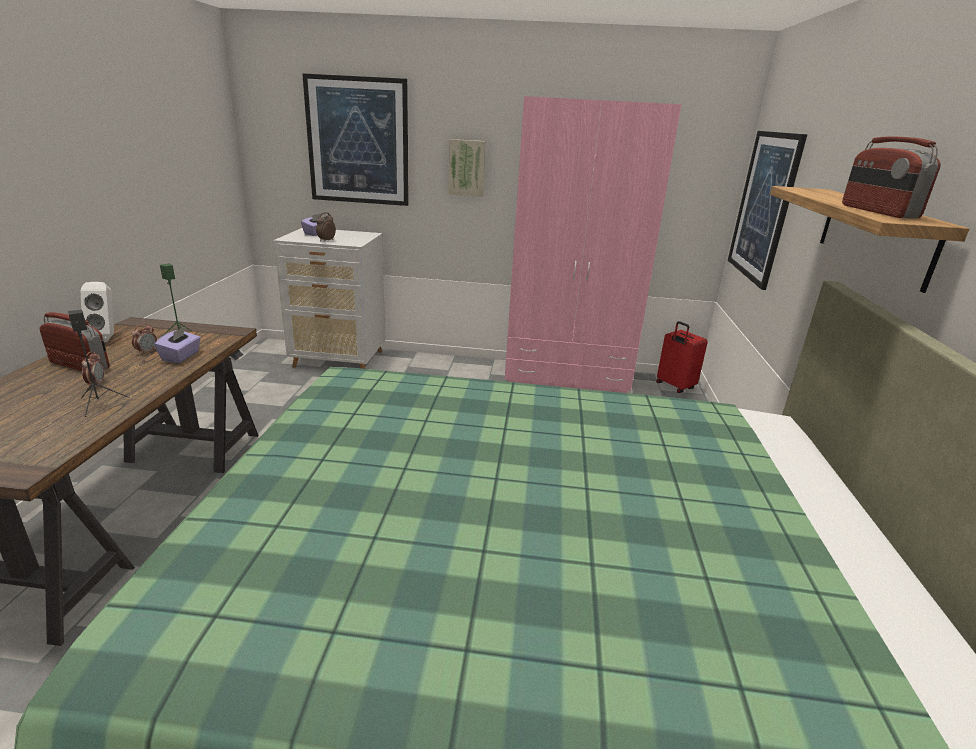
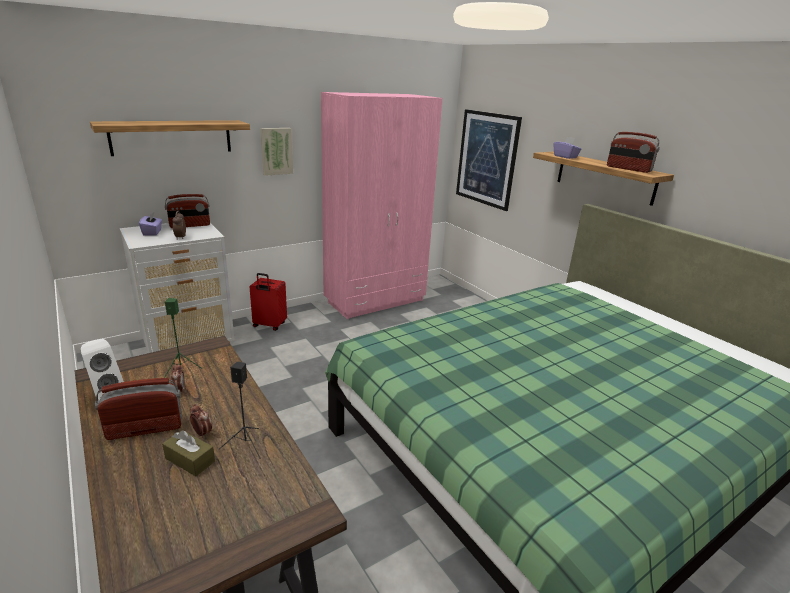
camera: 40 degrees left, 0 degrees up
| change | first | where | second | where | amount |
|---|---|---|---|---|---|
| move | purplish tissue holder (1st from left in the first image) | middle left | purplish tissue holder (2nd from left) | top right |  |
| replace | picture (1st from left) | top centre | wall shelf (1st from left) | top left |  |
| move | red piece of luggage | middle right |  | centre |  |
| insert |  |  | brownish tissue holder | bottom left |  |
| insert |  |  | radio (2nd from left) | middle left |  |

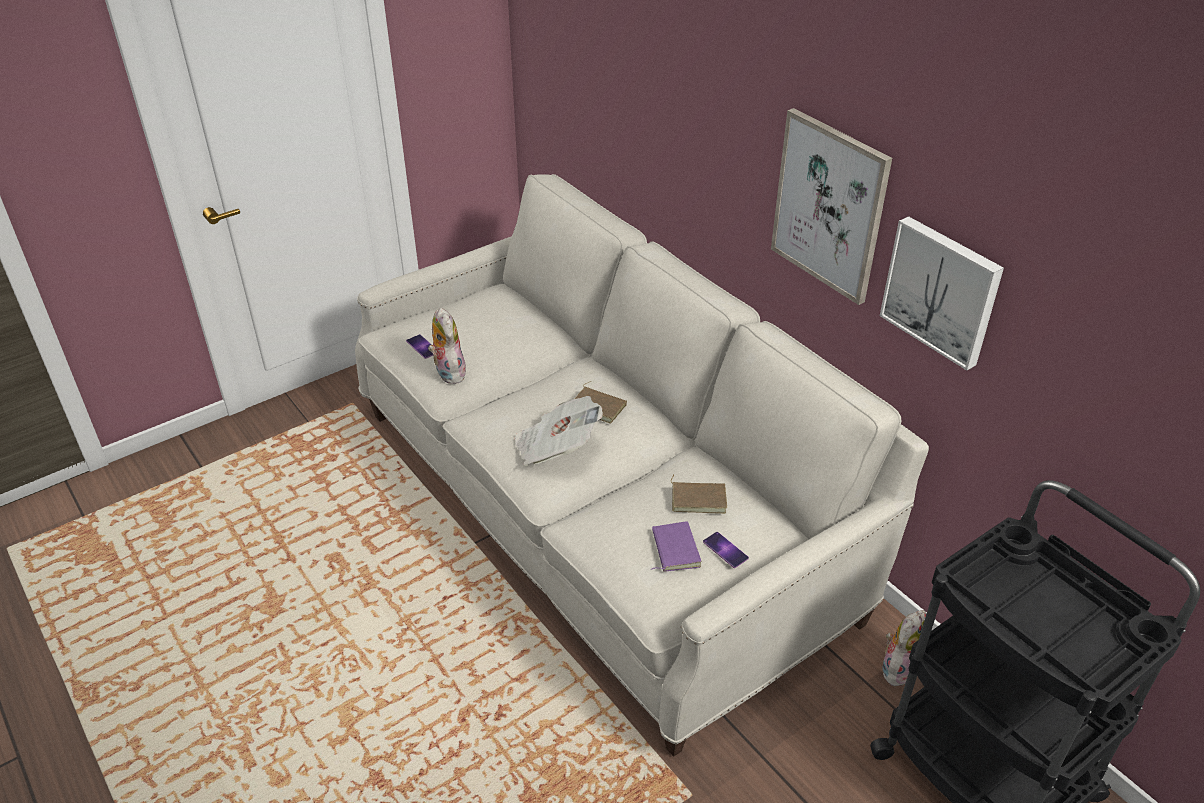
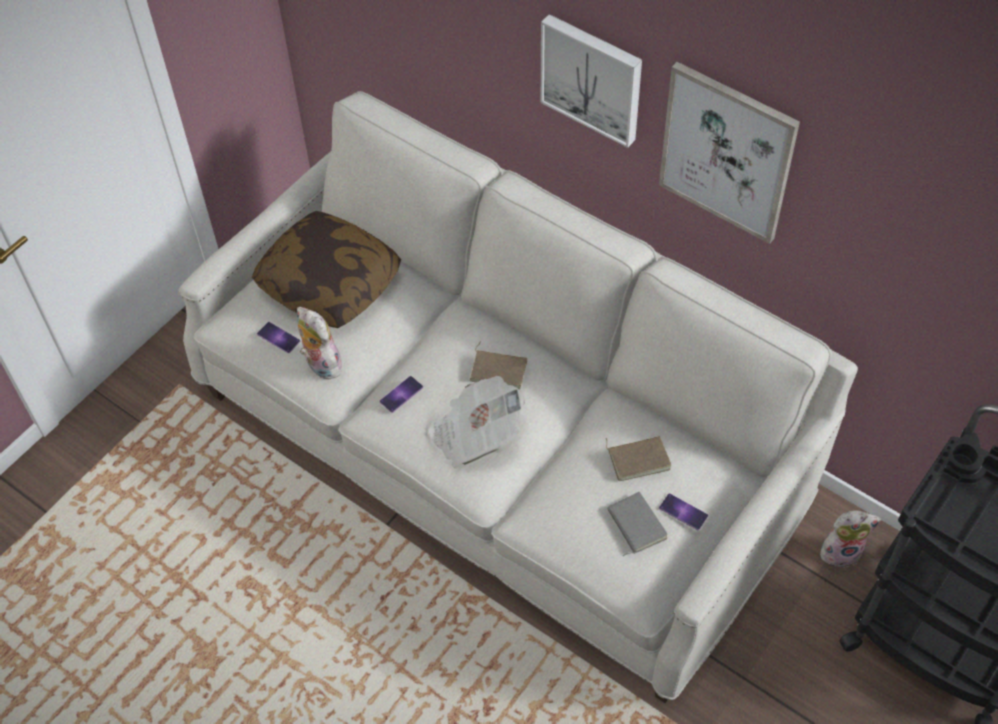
camera: 15 degrees left, 15 degrees up
| change | first | where | second | where | amount |
|---|---|---|---|---|---|
| recolor | purplish bound book | bottom centre | gray bound book | bottom centre |  |
| move | picture (2nd from left in the first image) | middle right | picture (1st from left) | top centre |  |
| rotate | soft toy (2nd from left) | bottom right |  | bottom right | 60 degrees clockwise |
| insert |  |  | throw pillow | middle left |  |
| insert |  |  | handset (2nd from left) | centre |  |

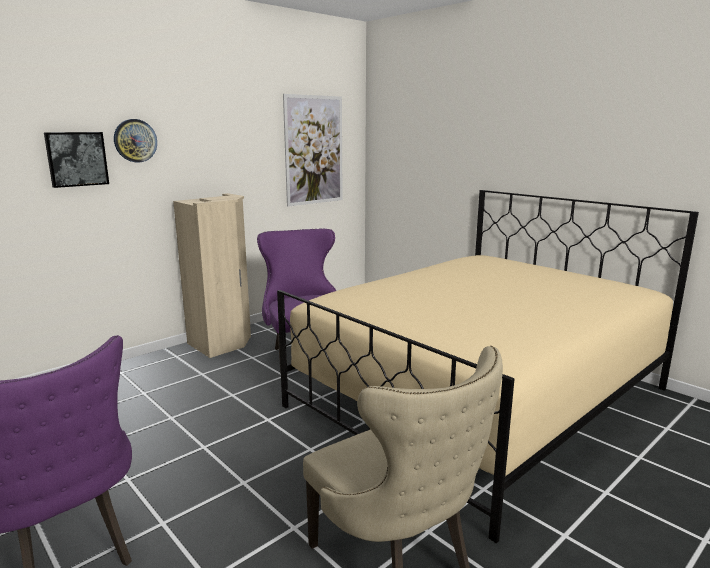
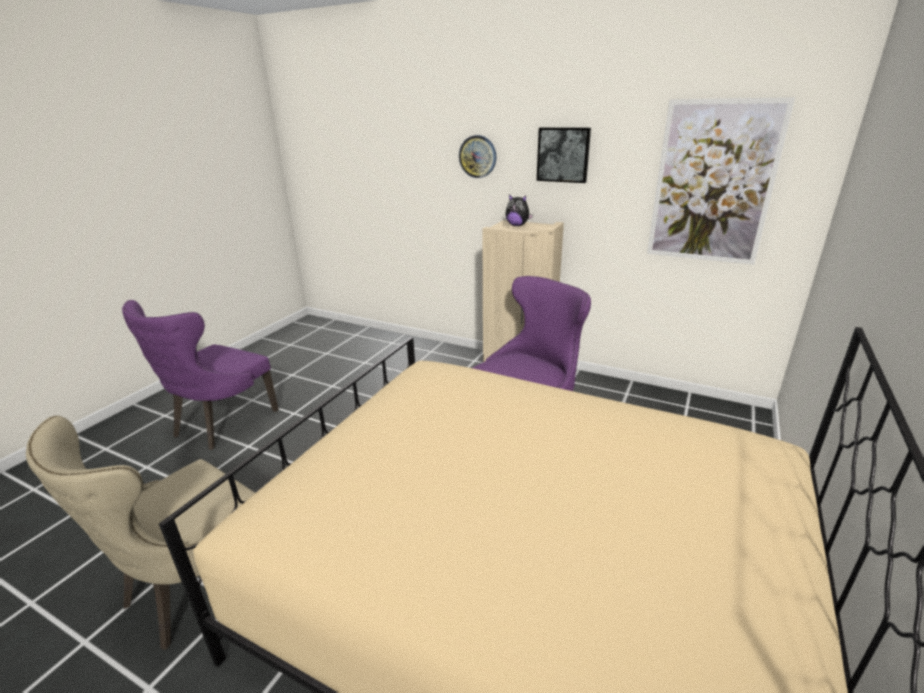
camera: 70 degrees right, 10 degrees up
| change | first | where | second | where | amount |
|---|---|---|---|---|---|
| move | picture (1st from left) | top left |  | top centre |  |
| insert |  |  | soft toy | top centre |  |

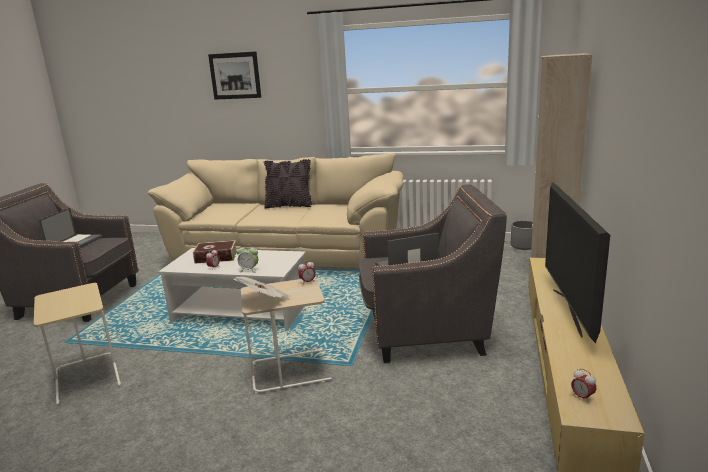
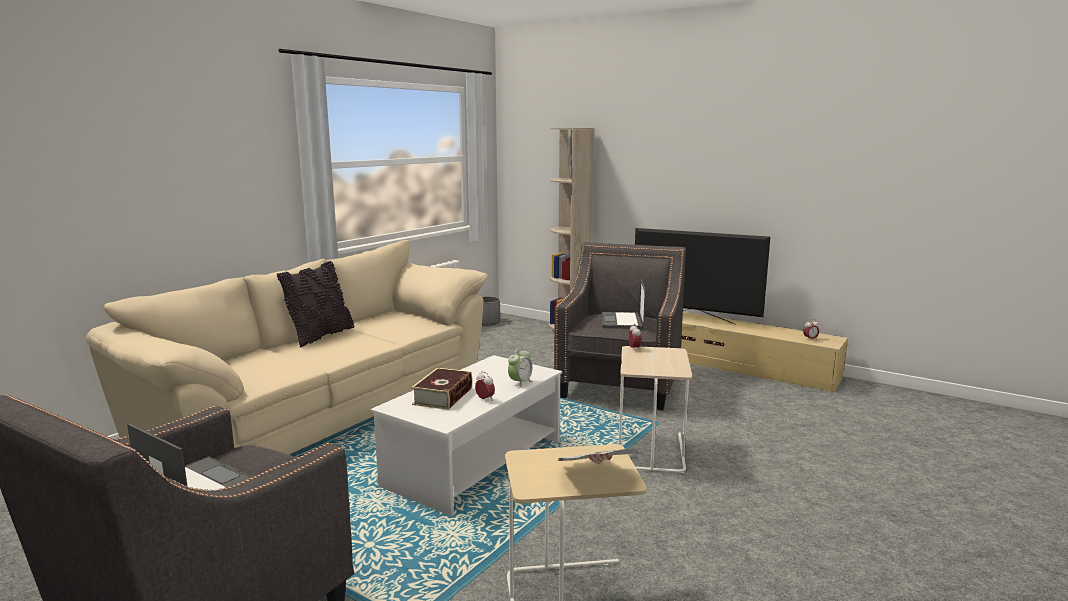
camera: 70 degrees left, 5 degrees down
| change | first | where | second | where | amount |
|---|---|---|---|---|---|
| delete | picture | top left |  |  |  |
| move | printed paper | centre |  | bottom centre |  |

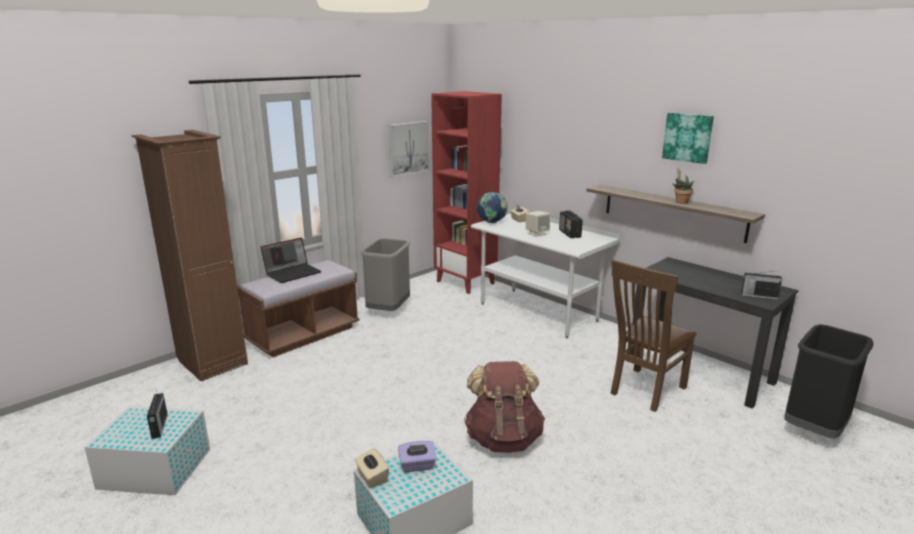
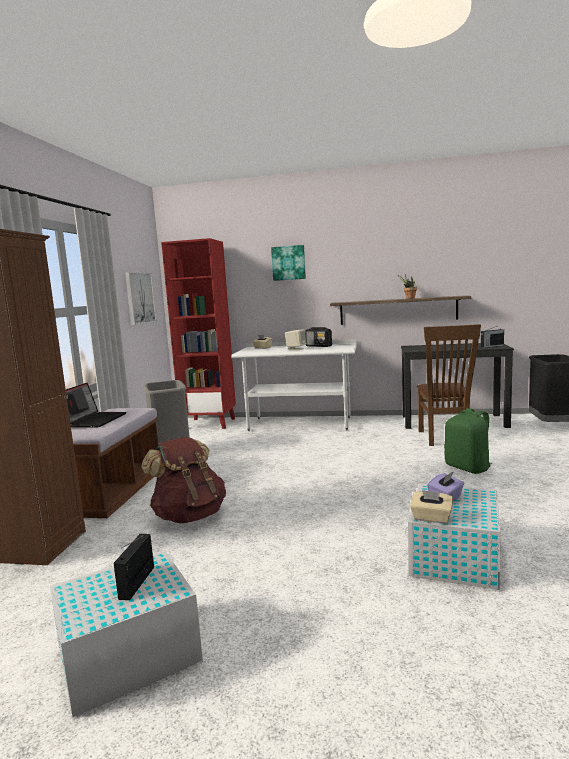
camera: 35 degrees left, 10 degrees down
| change | first | where | second | where | amount |
|---|---|---|---|---|---|
| rotate | radio (1st from left) | bottom left |  | bottom left | 120 degrees counterclockwise |
| move | brownish backpack | bottom centre |  | middle left |  |
| delete | world globe | centre |  |  |  |
| move | picture (2nd from left) | top right |  | centre |  |
| insert |  |  | green backpack | middle right |  |

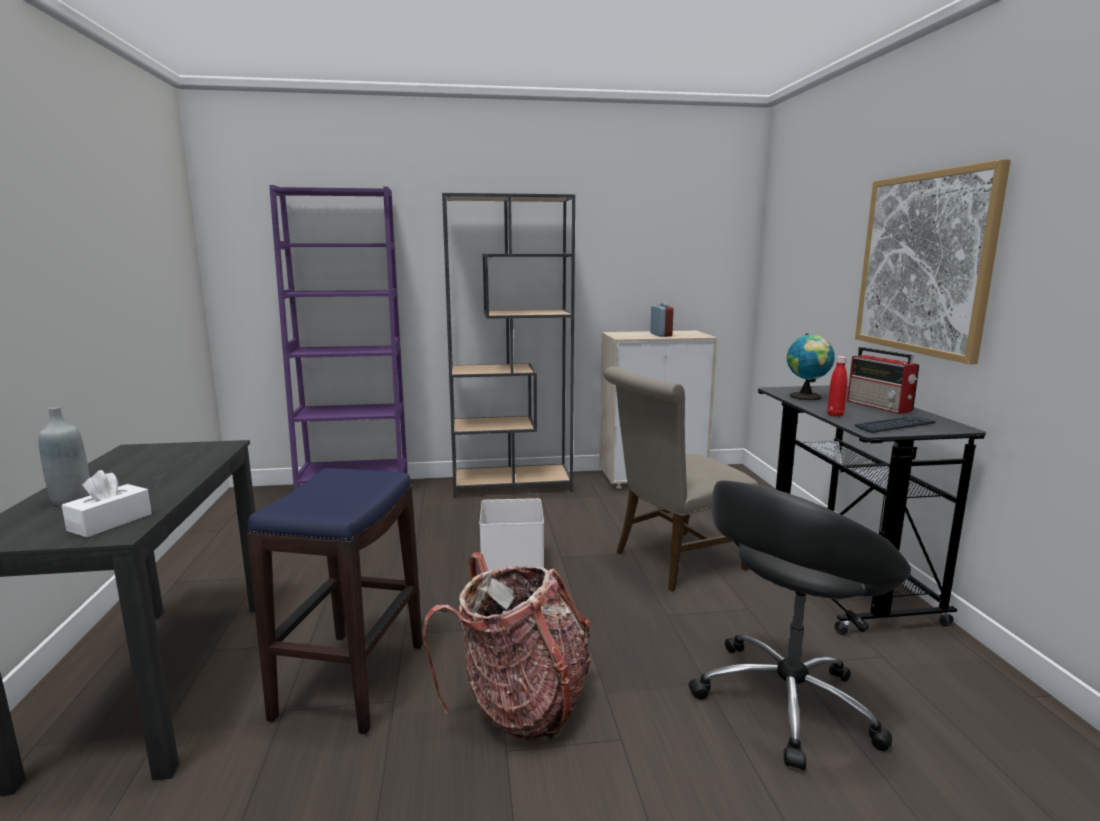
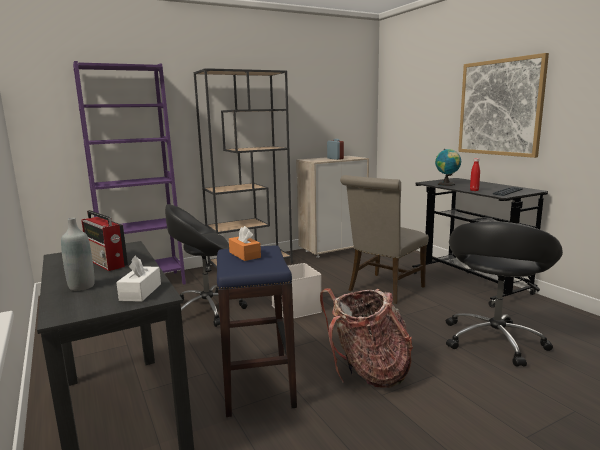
camera: 20 degrees left, 0 degrees up
| change | first | where | second | where | amount |
|---|---|---|---|---|---|
| move | radio | middle right |  | middle left |  |
| insert |  |  | blackish desk chair (1st from left) | centre |  |
| insert |  |  | orange tissue holder | centre |  |

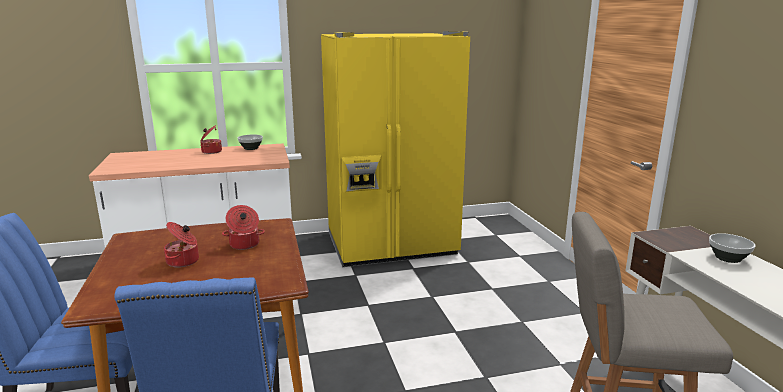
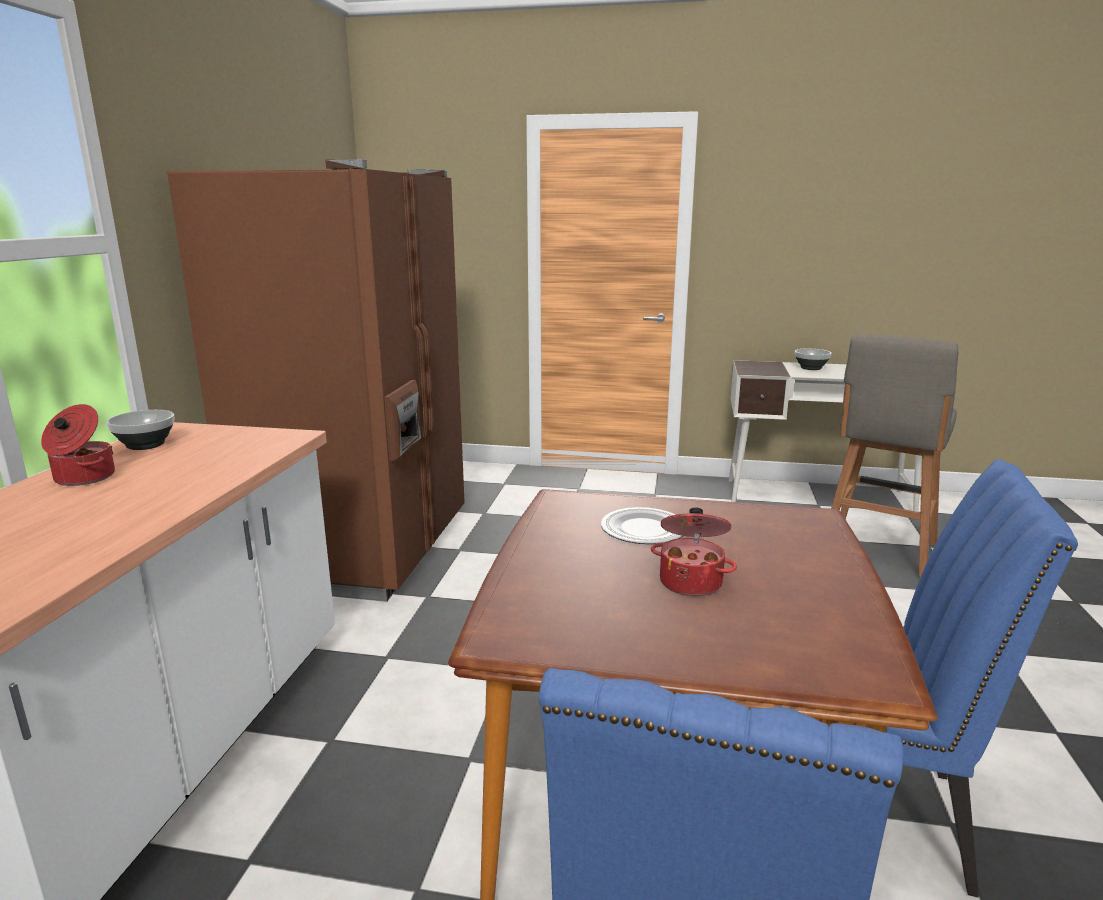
camera: 65 degrees left, 0 degrees up
| change | first | where | second | where | amount |
|---|---|---|---|---|---|
| replace | cooking pot (3rd from left) | middle left | plate | centre |  |
| recolor | yellowish kitchen fridge | centre | brownish kitchen fridge | middle left |  |

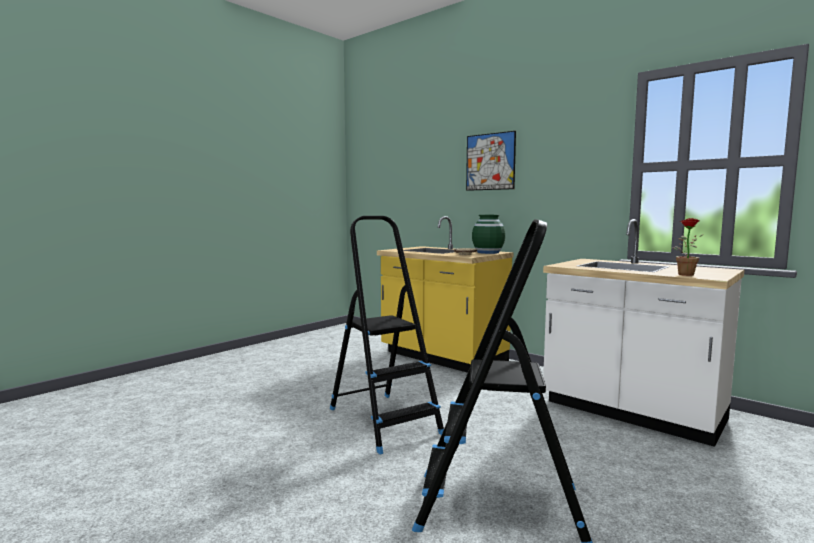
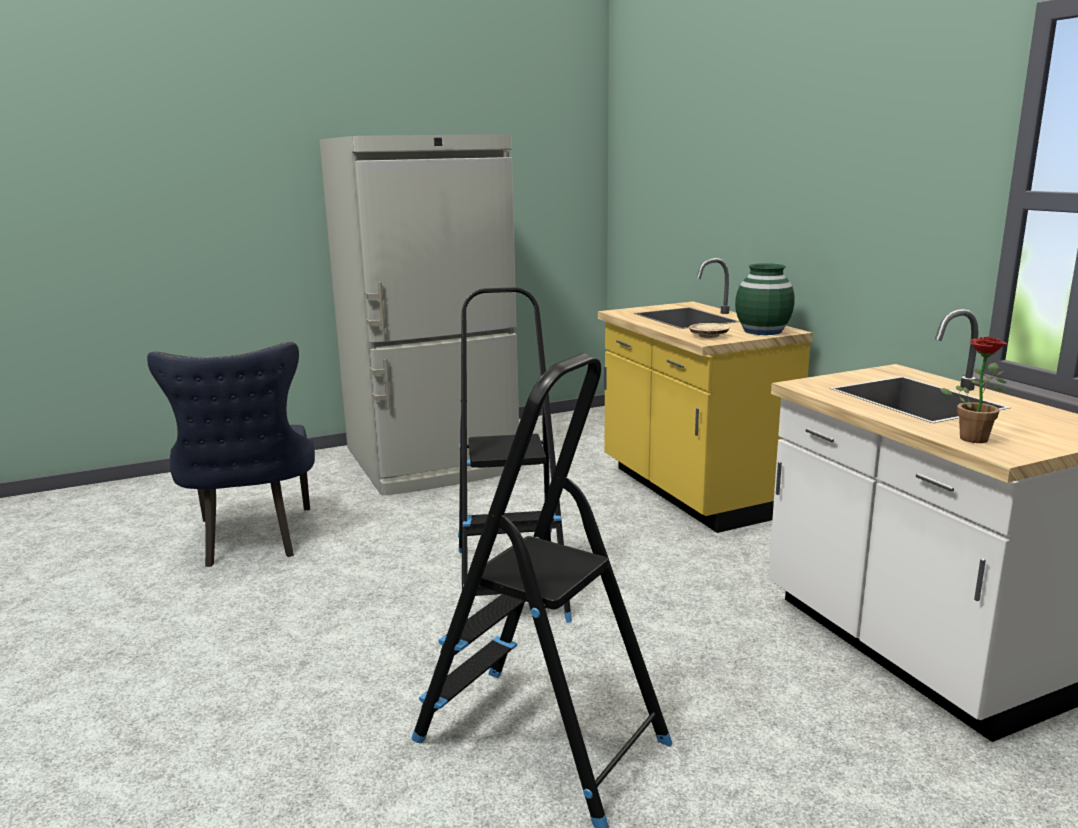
camera: 25 degrees right, 10 degrees up
| change | first | where | second | where | amount |
|---|---|---|---|---|---|
| delete | picture | top centre |  |  |  |
| insert |  |  | blue-coloured upright chair | middle left |  |
| insert |  |  | whitish kitchen fridge | centre |  |

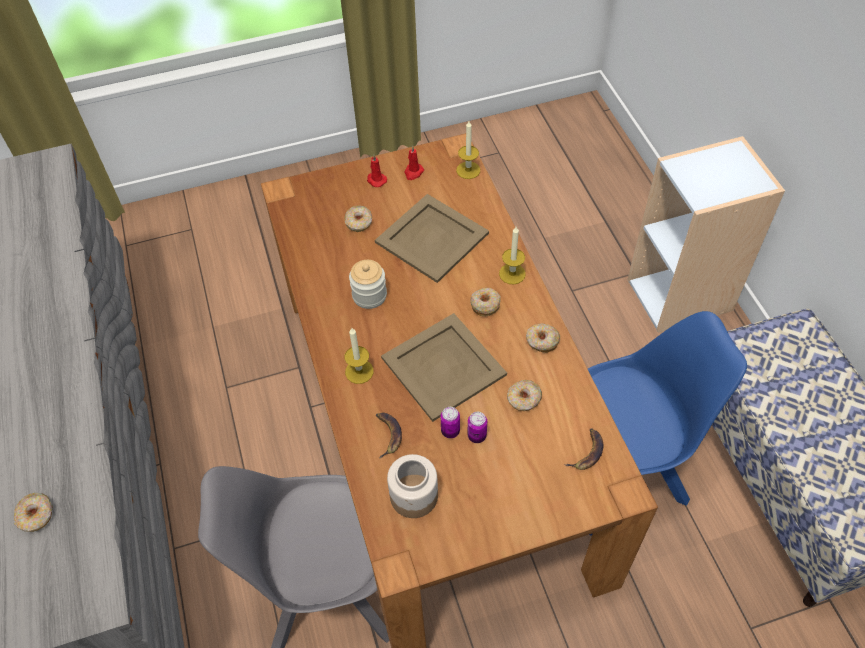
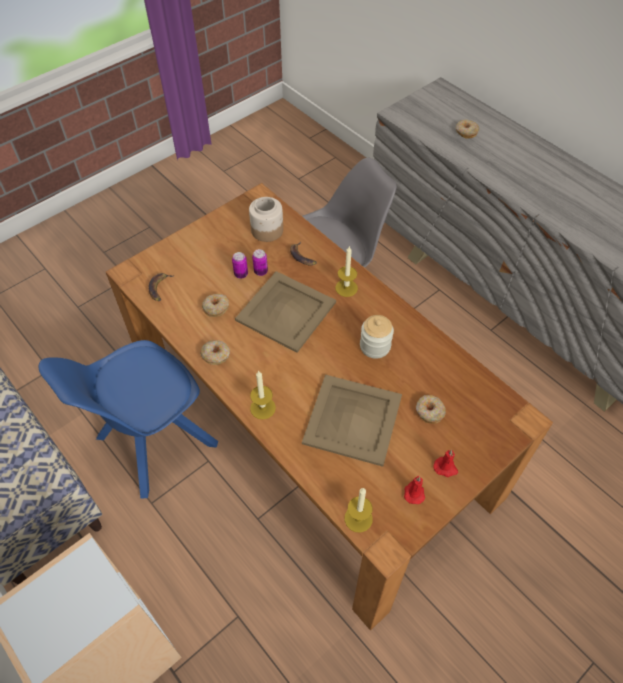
camera: 155 degrees right, 0 degrees up
| change | first | where | second | where | amount |
|---|---|---|---|---|---|
| delete | doughnut (3rd from left) | centre |  |  |  |

